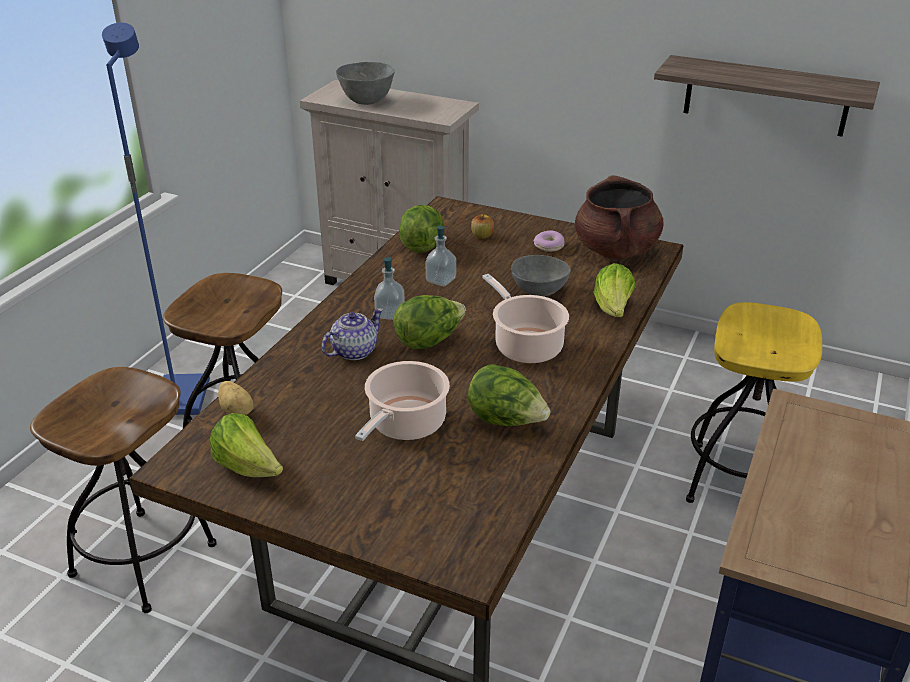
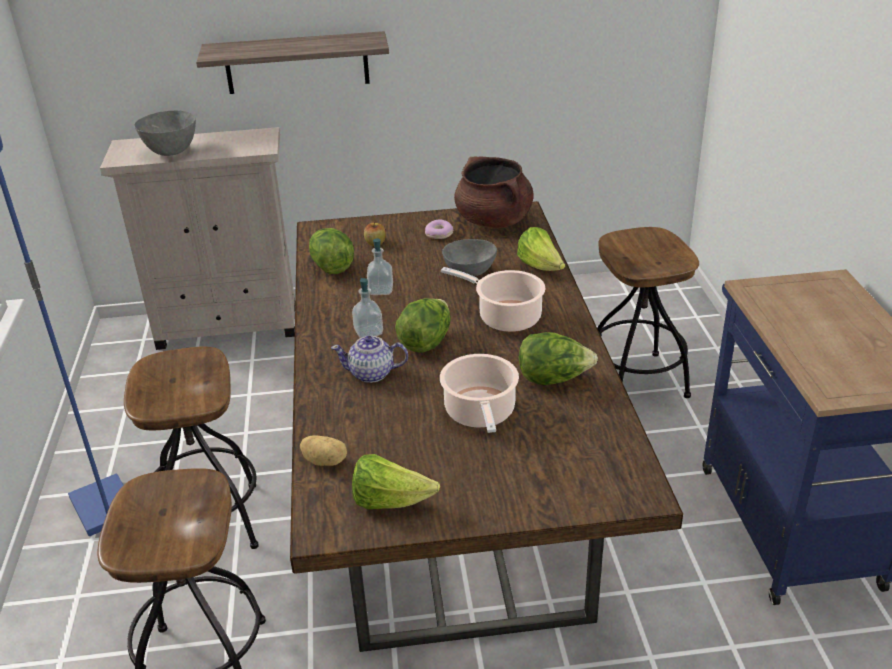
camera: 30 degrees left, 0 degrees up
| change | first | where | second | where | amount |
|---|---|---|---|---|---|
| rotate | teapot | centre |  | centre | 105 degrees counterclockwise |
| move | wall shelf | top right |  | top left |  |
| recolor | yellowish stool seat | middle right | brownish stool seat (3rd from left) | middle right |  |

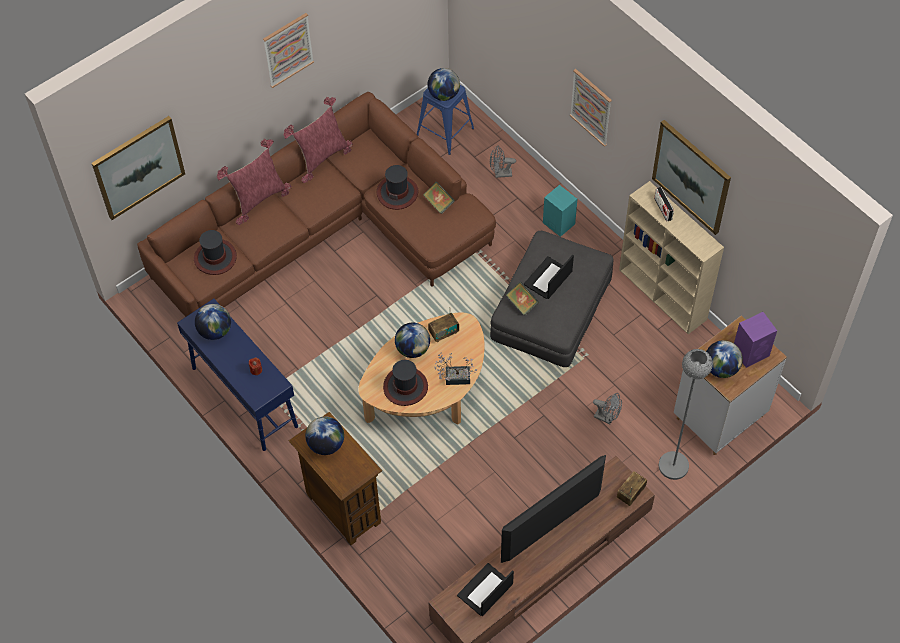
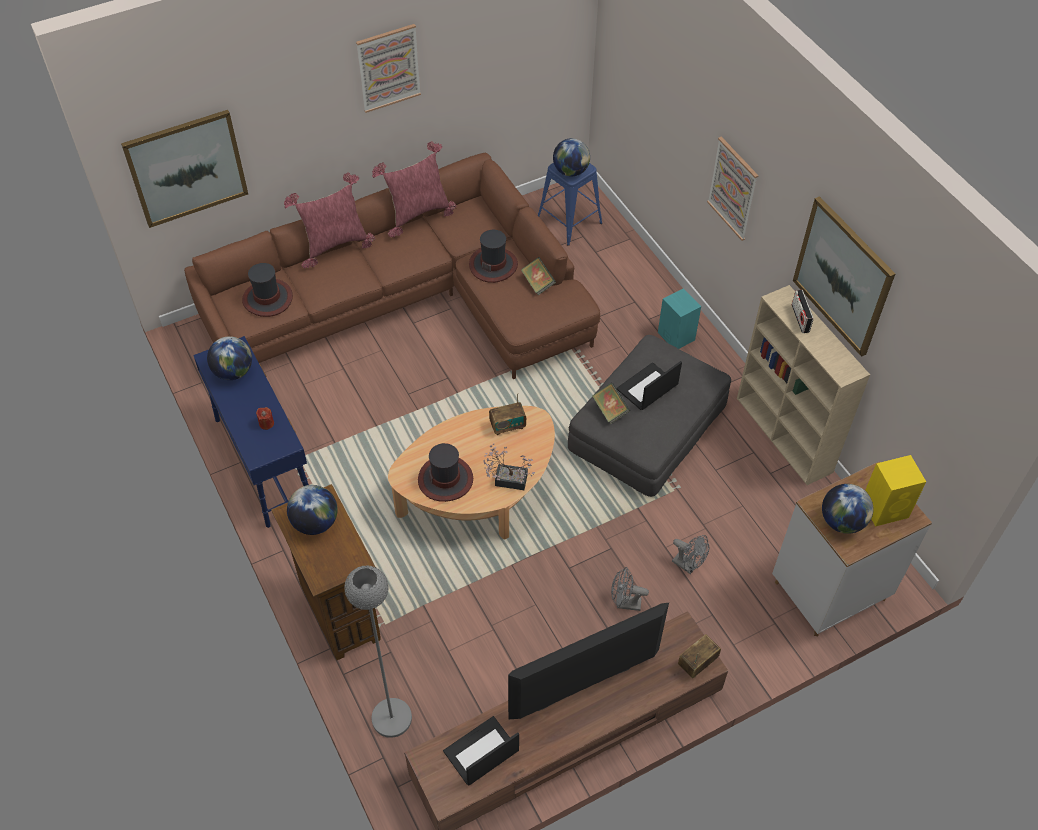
camera: 10 degrees right, 5 degrees down
| change | first | where | second | where | amount |
|---|---|---|---|---|---|
| delete | world globe (3rd from left) | centre |  |  |  |
| move | gray fan (1st from left) | top centre |  | bottom centre |  |
| move | gray floor lamp | middle right |  | bottom centre |  |
| recolor | purplish audio speaker | middle right | yellowish audio speaker | middle right |  |

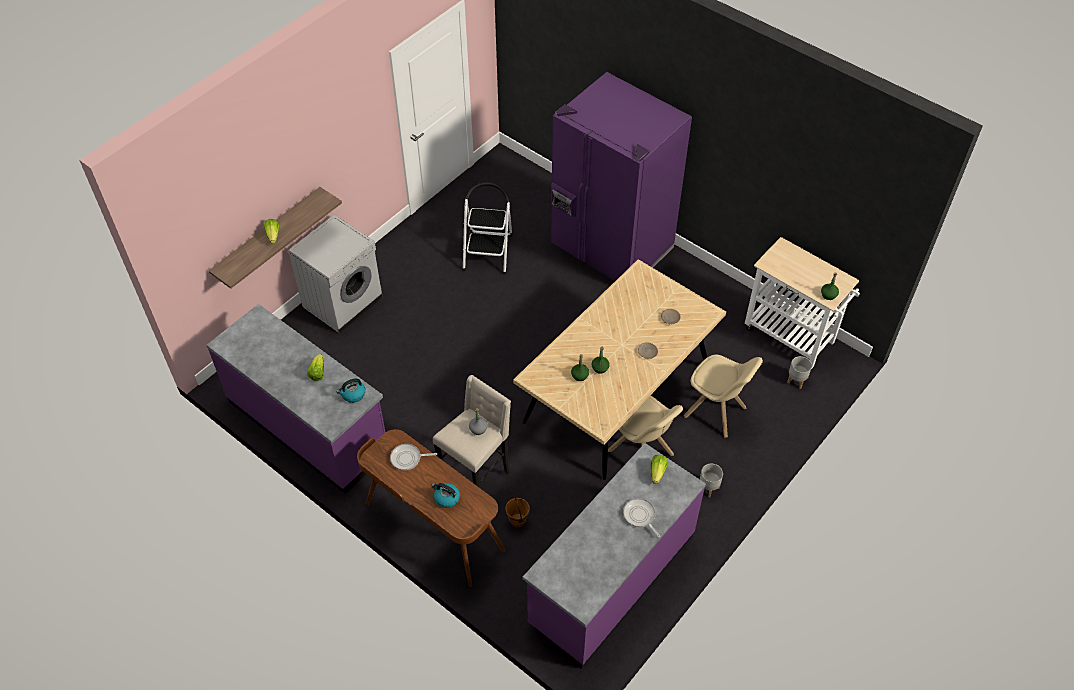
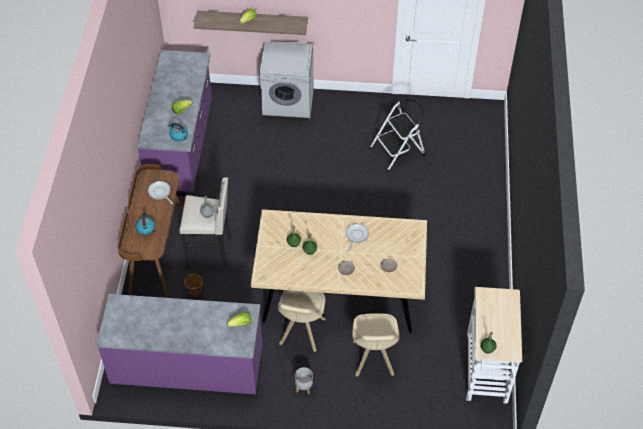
camera: 55 degrees right, 0 degrees up
| change | first | where | second | where | amount |
|---|---|---|---|---|---|
| delete | purplish kitchen fridge | top centre |  |  |  |
| move | pan (2nd from left) | bottom centre |  | centre |  |
| delete | gray plant pot (2nd from left) | middle right |  |  |  |

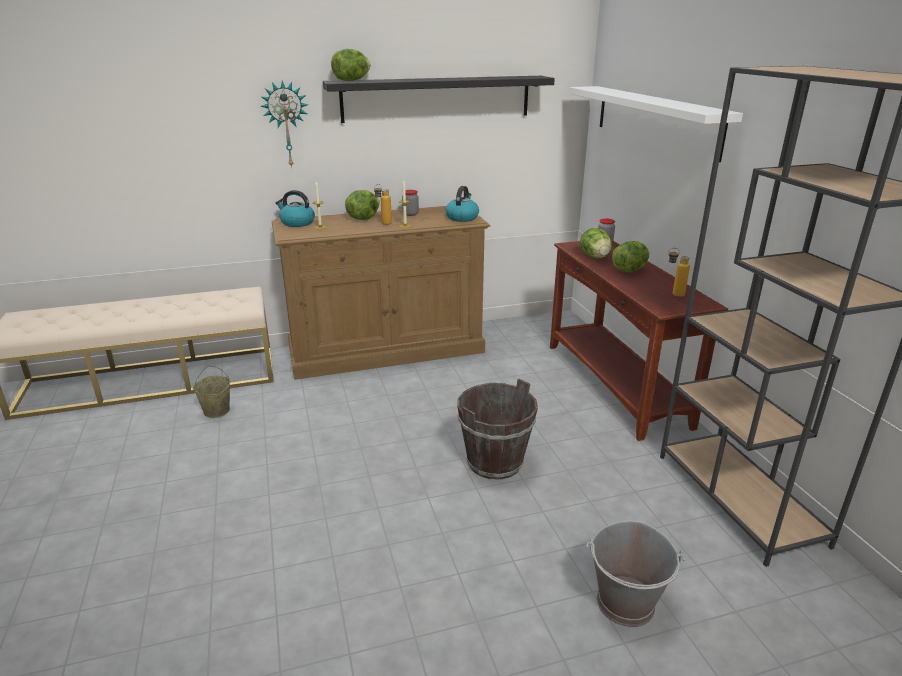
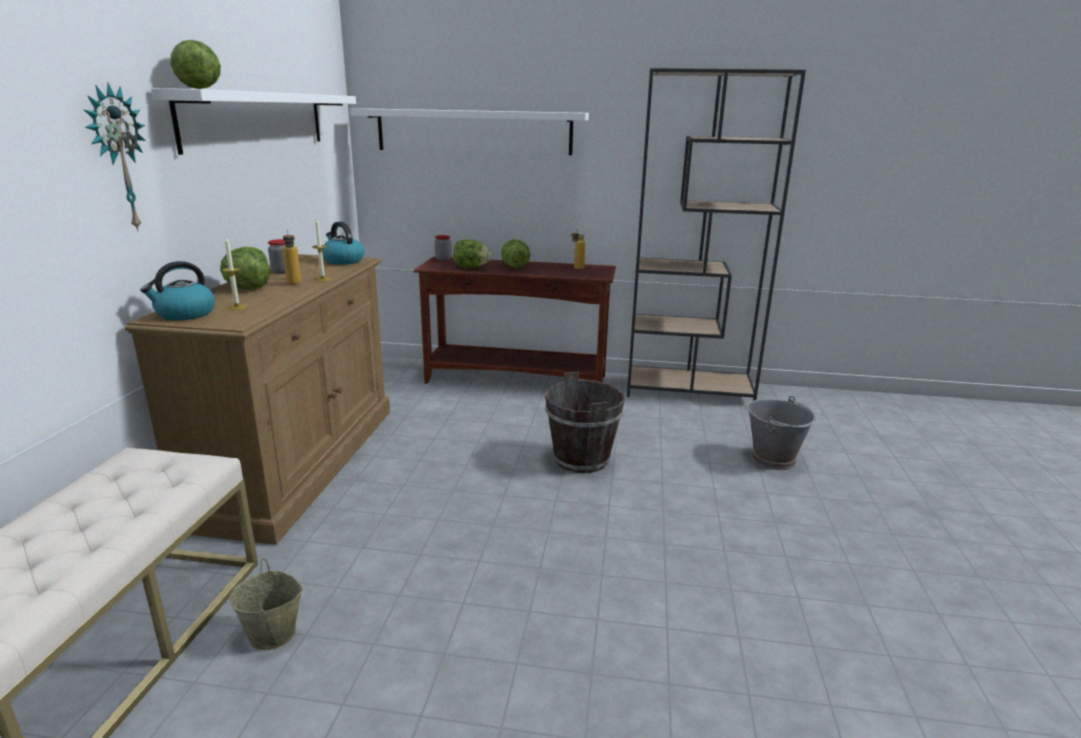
camera: 65 degrees left, 5 degrees down
| change | first | where | second | where | amount |
|---|---|---|---|---|---|
| recolor | blackish wall shelf | top centre | whitish wall shelf (1st from left) | top left |  |

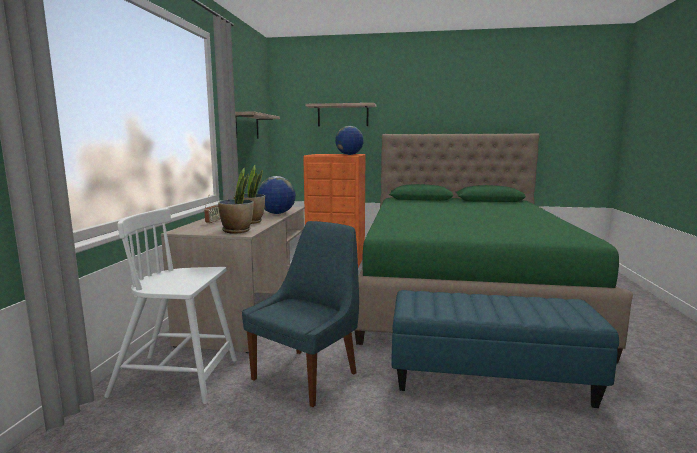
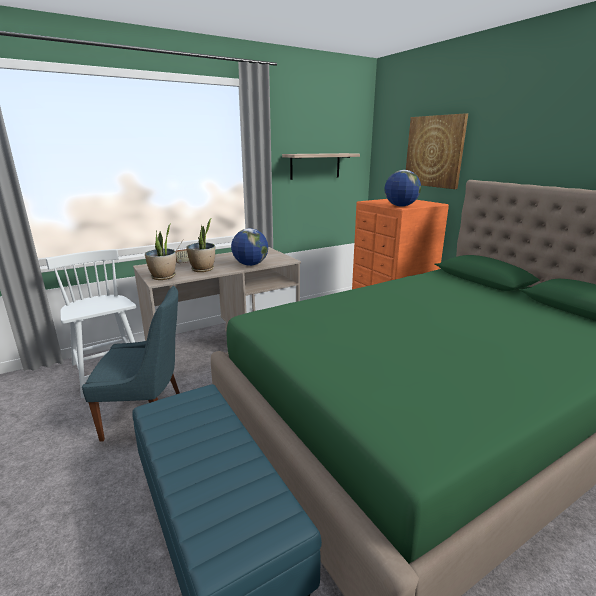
camera: 50 degrees right, 10 degrees up
| change | first | where | second | where | amount |
|---|---|---|---|---|---|
| replace | wall shelf (2nd from left) | top centre | picture | top right |  |

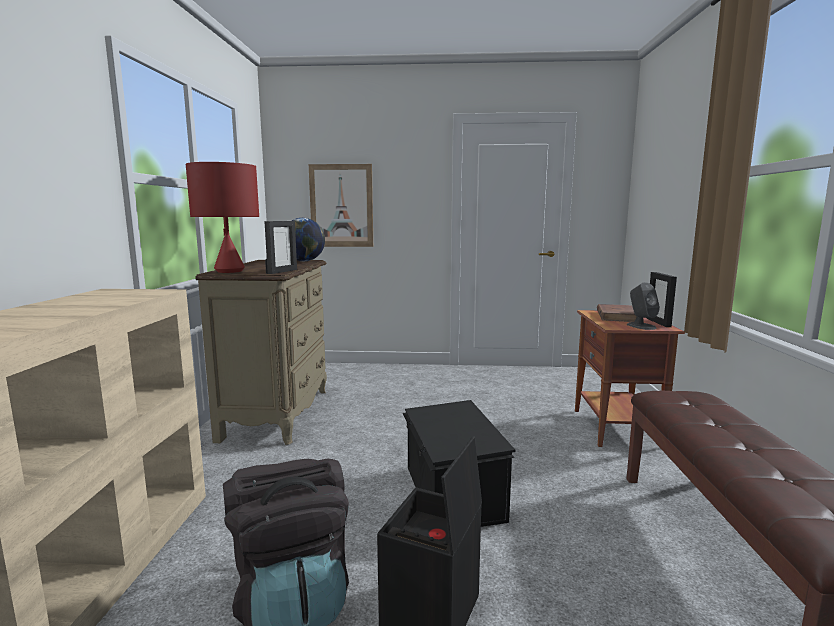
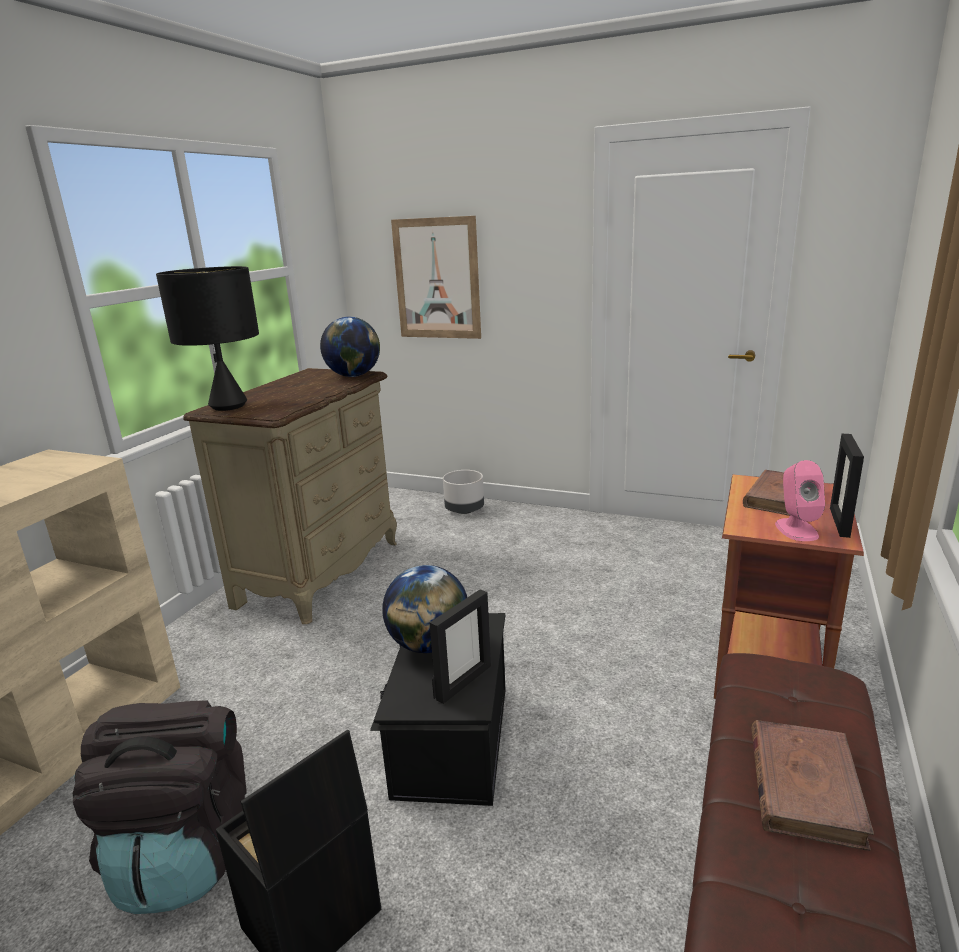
camera: 20 degrees right, 10 degrees up
| change | first | where | second | where | amount |
|---|---|---|---|---|---|
| recolor | red tabletop lamp | middle left | blackish tabletop lamp | middle left |  |
| move | picture frame (1st from left) | centre |  | bottom centre |  |
| recolor | gray audio speaker | middle right | pinkish audio speaker | middle right |  |
| insert |  |  | world globe (2nd from left) | centre |  |
| insert |  |  | gray plant pot | centre |  |
| insert |  |  | brownish bound book (2nd from left) | bottom right |  |

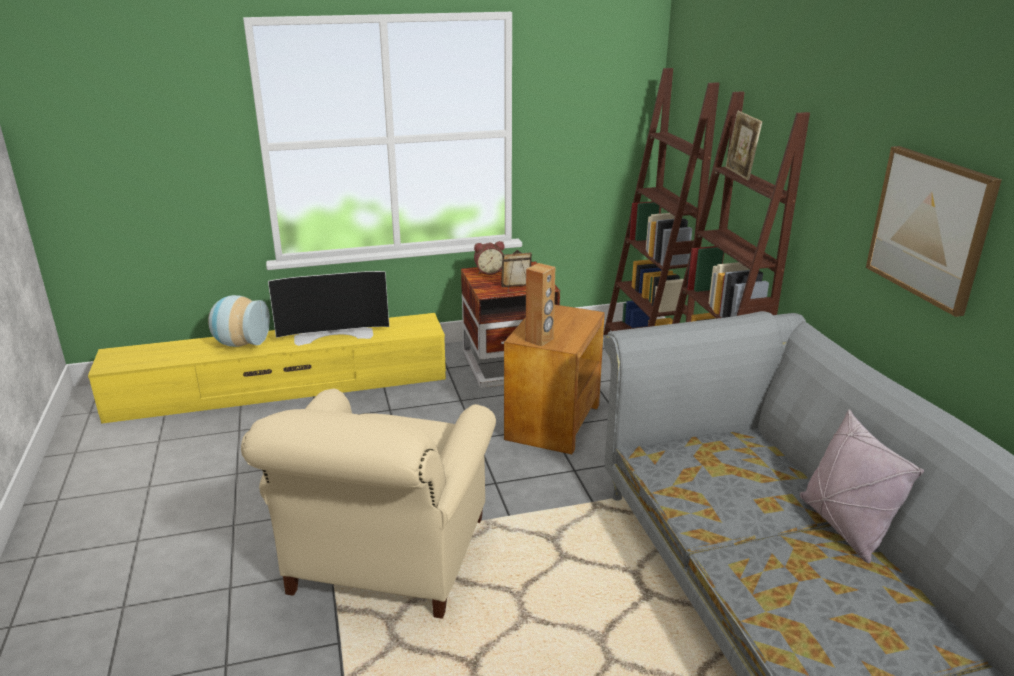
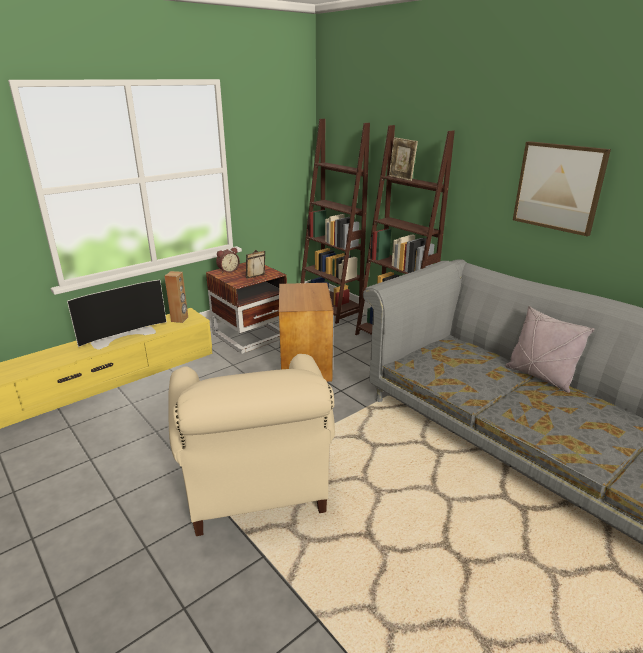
camera: 25 degrees left, 0 degrees up
| change | first | where | second | where | amount |
|---|---|---|---|---|---|
| delete | vase | middle left |  |  |  |
| move | brownish audio speaker | centre |  | middle left |  |

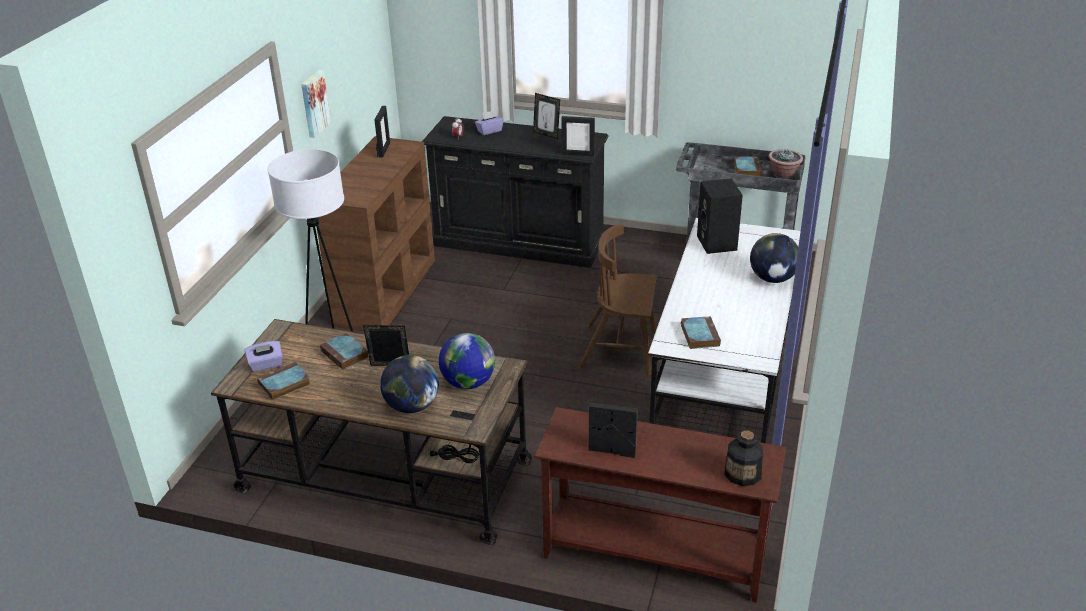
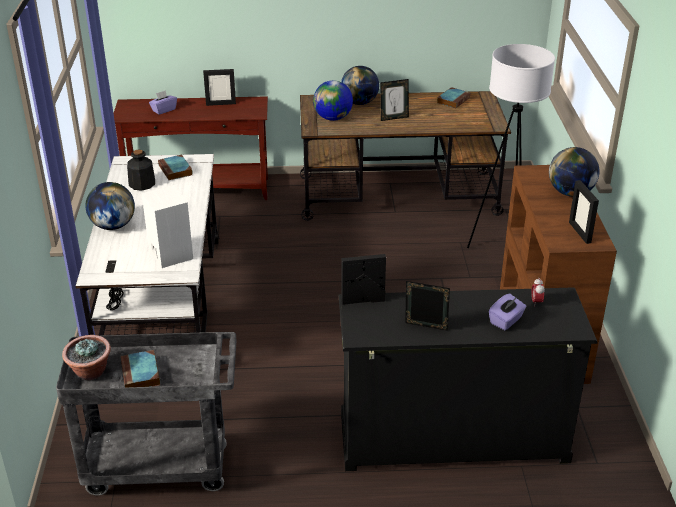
camera: 160 degrees right, 0 degrees up
| change | first | where | second | where | amount |
|---|---|---|---|---|---|
| move | purplish tissue holder (1st from left) | middle left |  | top left |  |
| delete | picture | top left |  |  |  |
| delete | bound book (2nd from left) | middle left |  |  |  |
| delete | brownish upright chair | centre |  |  |  |
| recolor | blackish audio speaker | centre | whitish audio speaker | middle left |  |
| move | bottle | bottom right |  | middle left |  |
| insert |  |  | world globe (4th from left) | middle right |  |

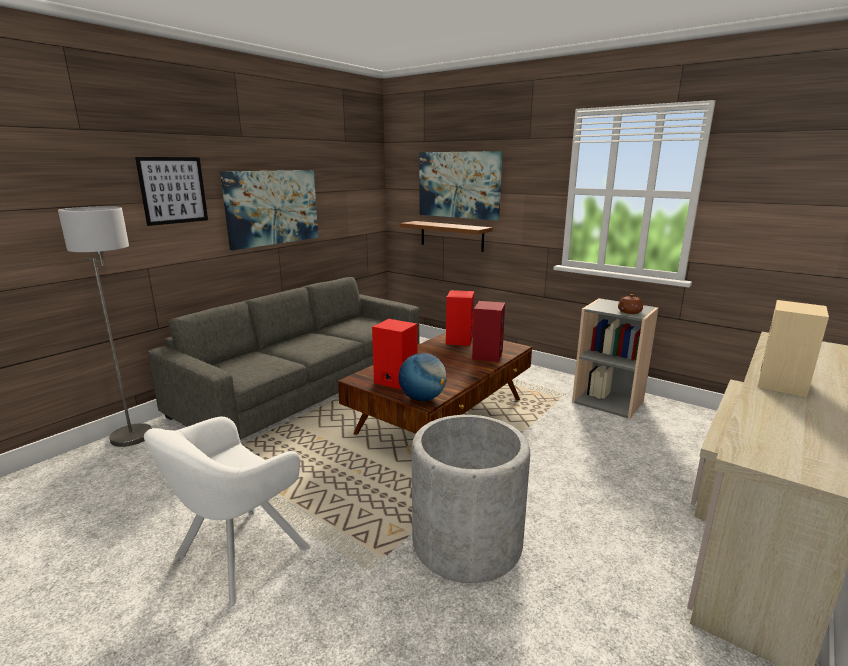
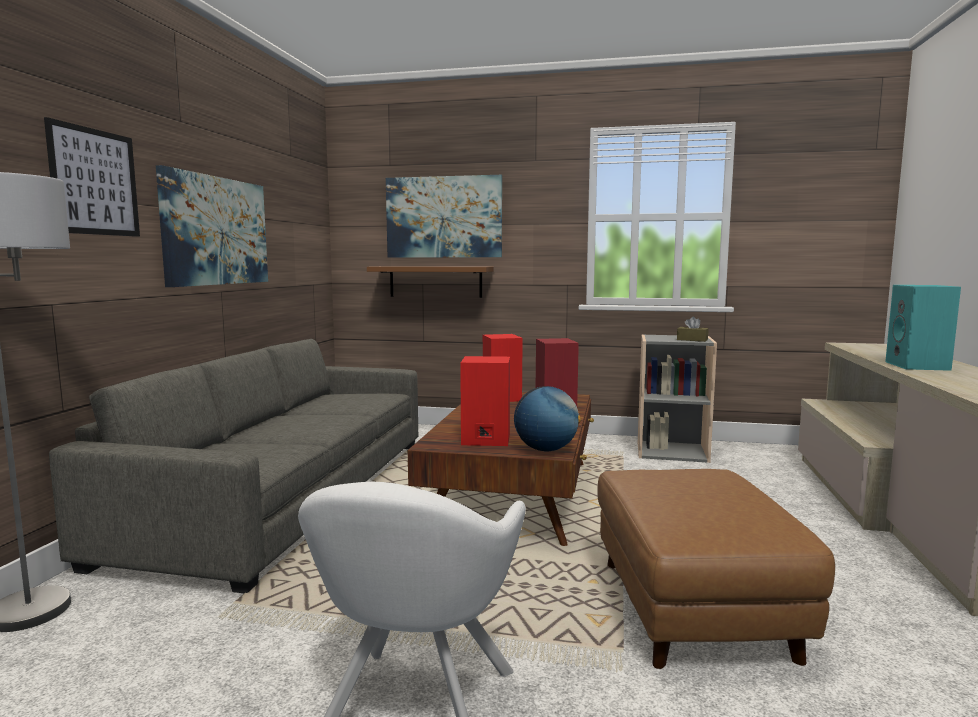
camera: 25 degrees left, 10 degrees down
| change | first | where | second | where | amount |
|---|---|---|---|---|---|
| replace | gray plant pot | bottom centre | brownish pouffe | bottom right |  |
| replace | brownish teapot | middle right | brownish tissue holder | middle right |  |
| recolor | beige-coloured audio speaker | middle right | turquoise audio speaker | middle right |  |

